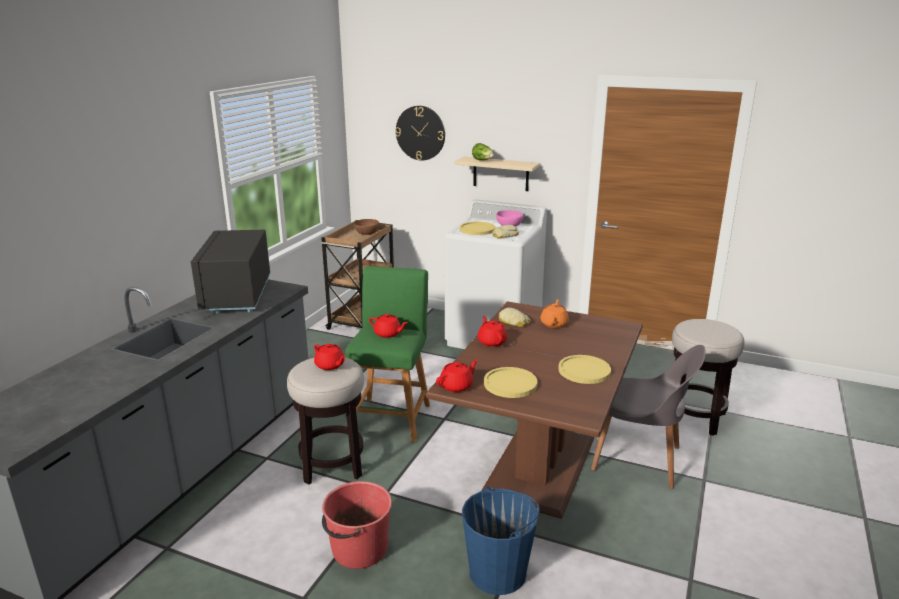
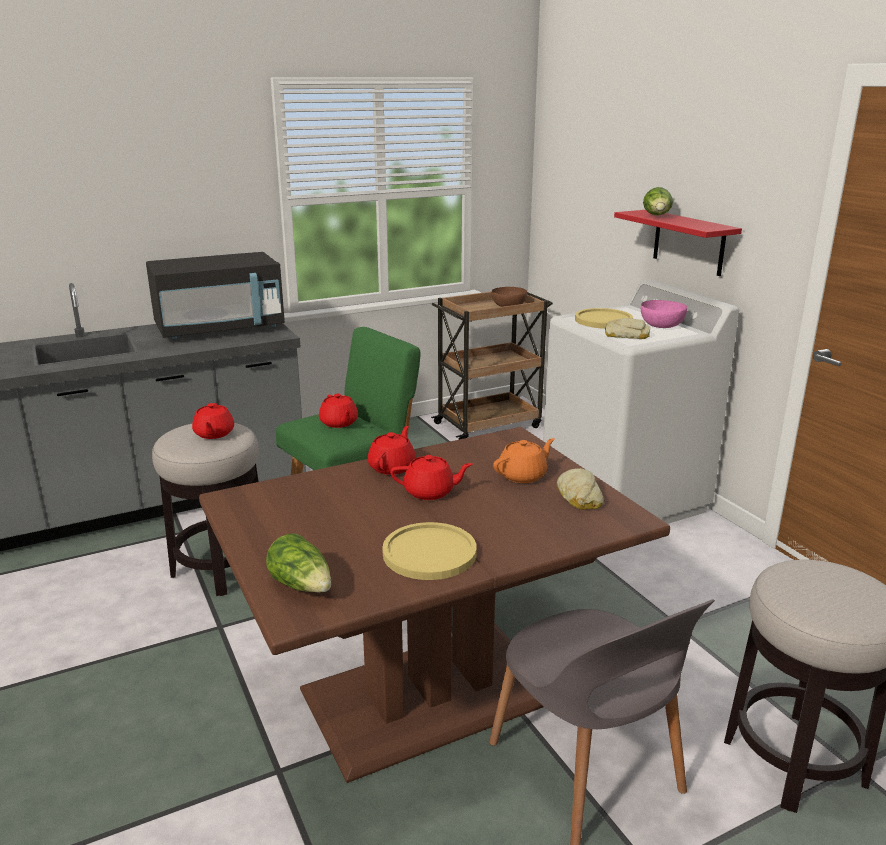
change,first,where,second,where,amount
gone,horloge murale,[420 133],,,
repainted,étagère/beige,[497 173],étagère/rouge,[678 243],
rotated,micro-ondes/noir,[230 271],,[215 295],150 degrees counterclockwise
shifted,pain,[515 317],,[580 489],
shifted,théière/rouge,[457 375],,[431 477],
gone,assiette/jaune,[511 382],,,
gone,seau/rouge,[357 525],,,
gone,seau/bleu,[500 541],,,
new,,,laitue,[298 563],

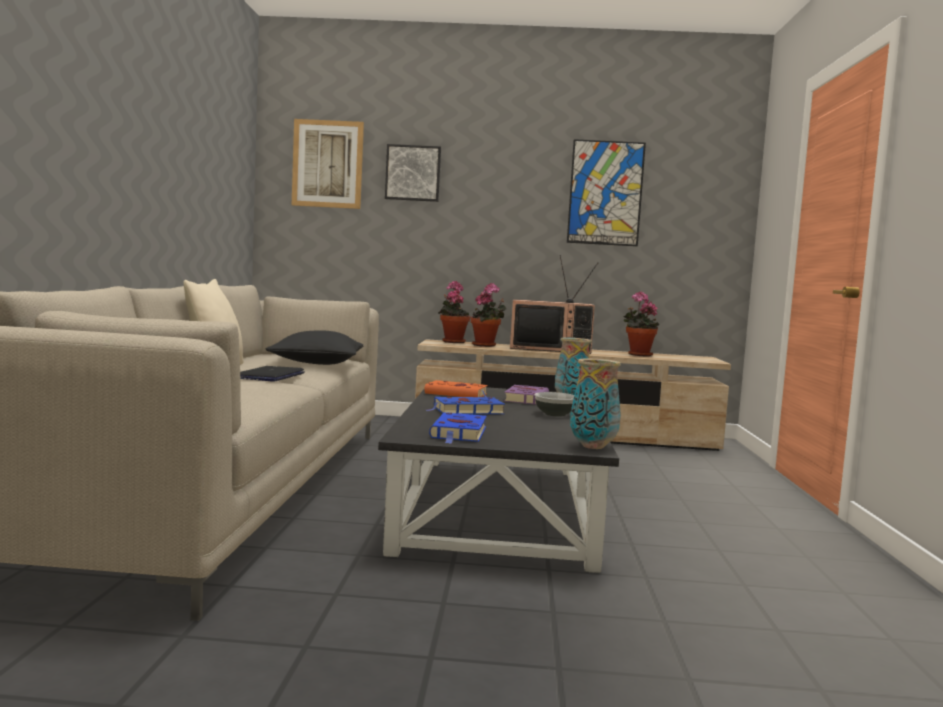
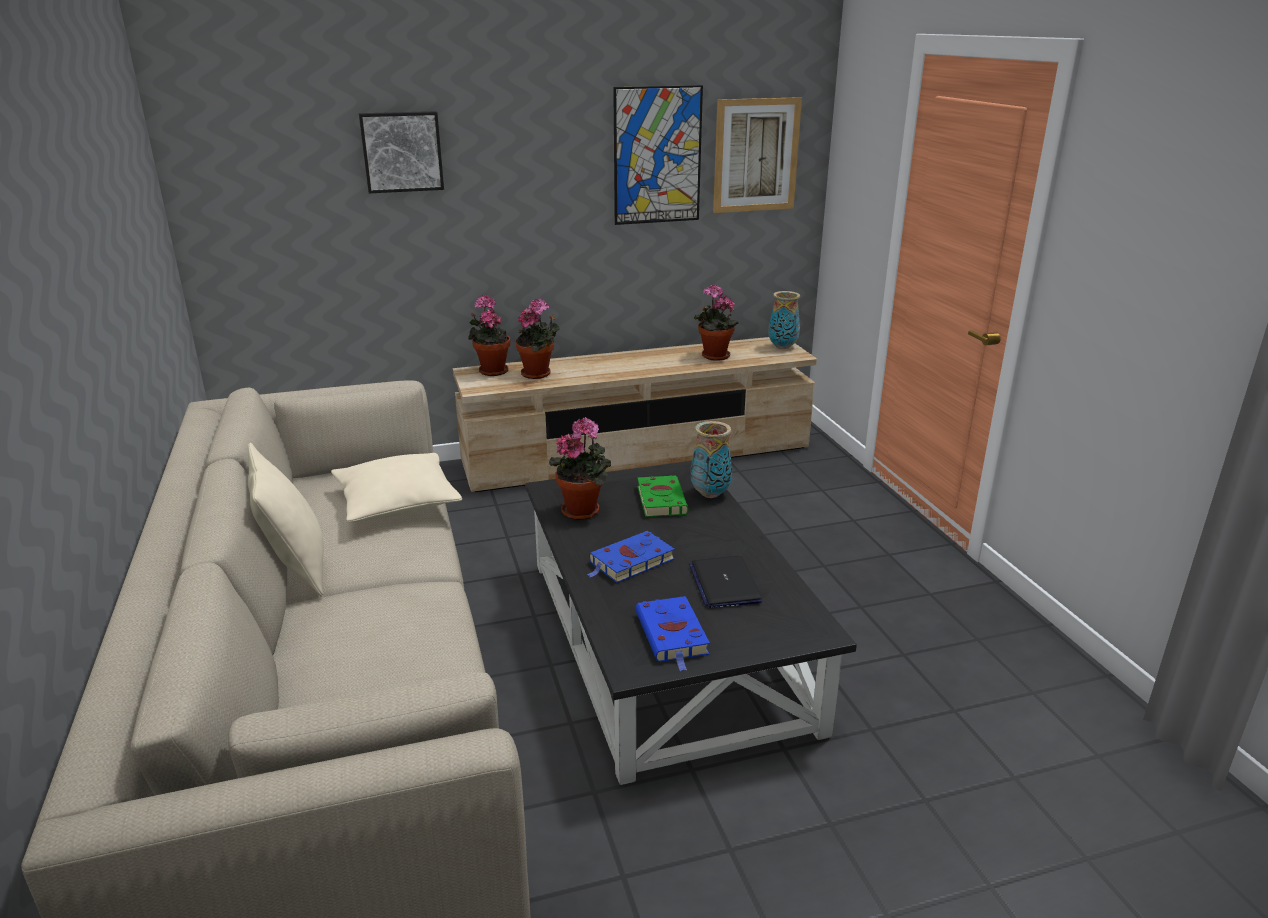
change,first,where,second,where,amount
shifted,tableau,[328 164],,[757 155],
gone,téléviseur,[554 304],,,
repainted,coussin/noir,[314 347],coussin/beige,[396 487],
shifted,vase,[595 403],,[784 320],
shifted,ordinateur portable,[272 374],,[725 582],
swapped,livre/orange,[456 388],plante en pot,[580 468],
repainted,livre/violet,[526 395],livre/vert,[663 496],
gone,bol,[554 404],,,

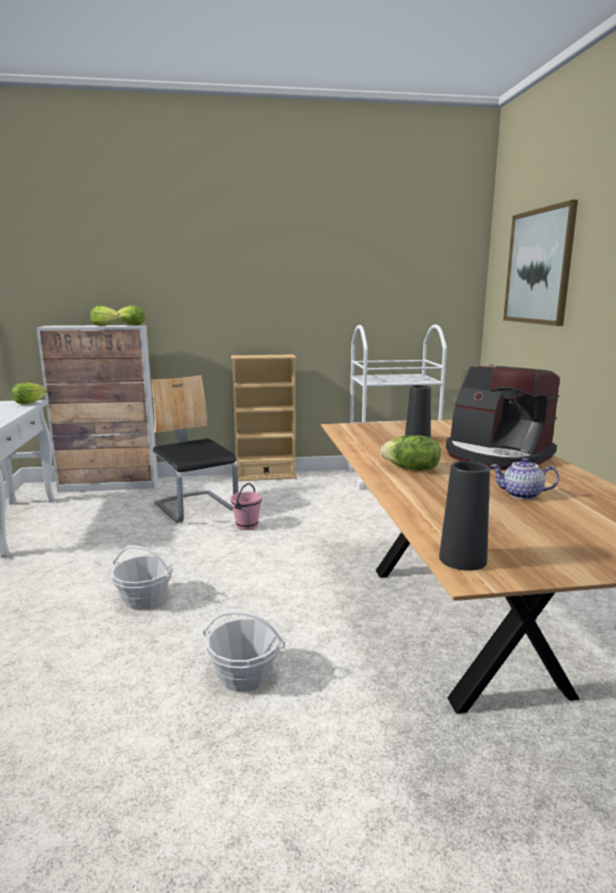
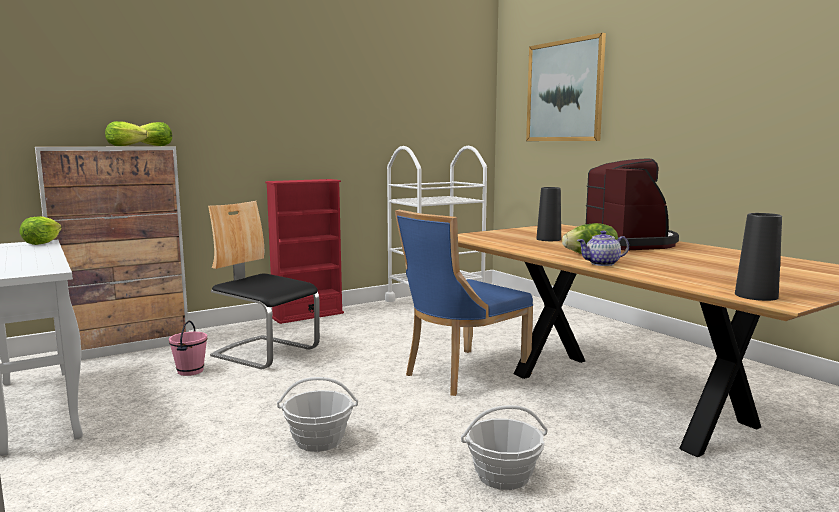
change,first,where,second,where,amount
repainted,bibliothèque/beige,[264 417],bibliothèque/rouge,[304 251],
rotated,machine à café,[503 418],,[632 204],120 degrees counterclockwise
shifted,théière,[525 479],,[603 248],
shifted,seau/rose,[246 506],,[188 348],
new,,,chaise/bleu,[464 303],

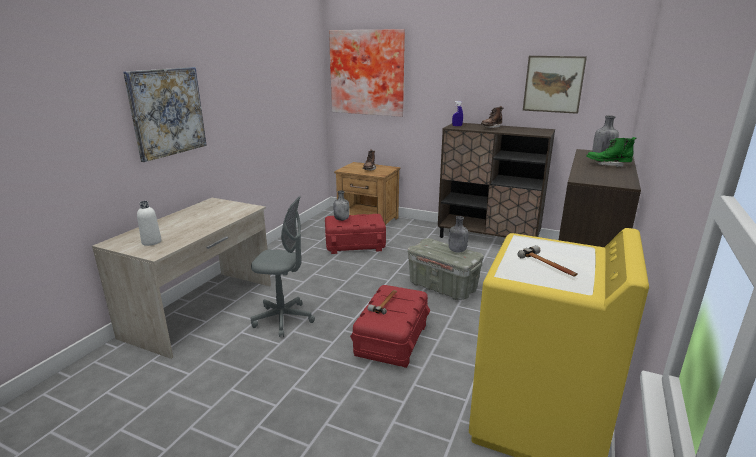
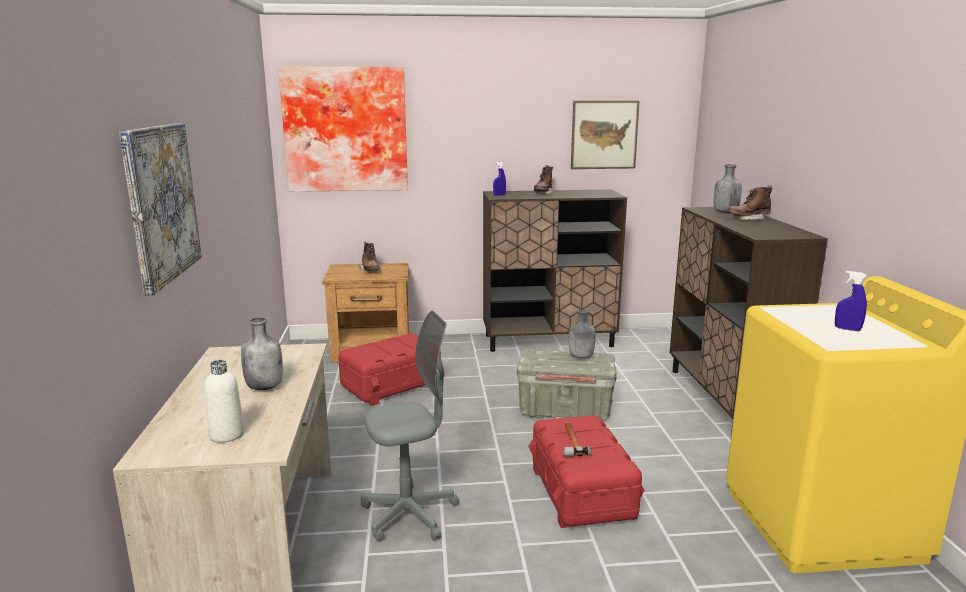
change,first,where,second,where,amount
repainted,botte/vert,[611 152],botte/marron,[750 202],
shifted,bouteille/gris,[341 206],,[262 353],
swapped,marteau,[548 260],vaporisateur/bleu,[851 301],

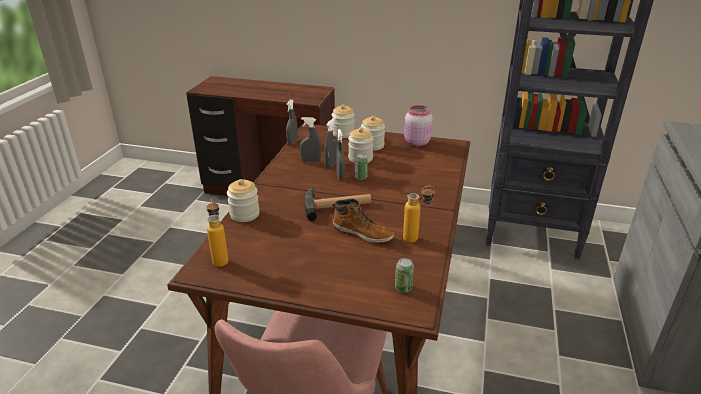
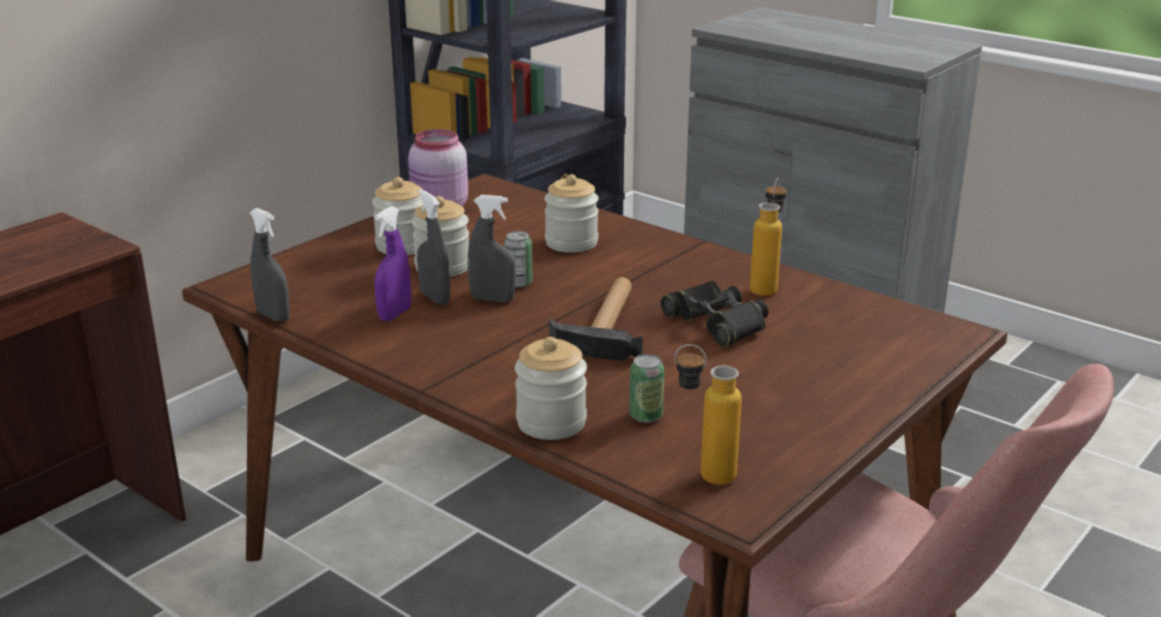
change,first,where,second,where,amount
shifted,bocal,[343 121],,[571 213],
repainted,vaporisateur/gris,[310 139],vaporisateur/violet,[393 263],
swapped,botte,[363 220],jumelles/noir,[714 314],
shifted,boîte métallique,[404 275],,[646 388],

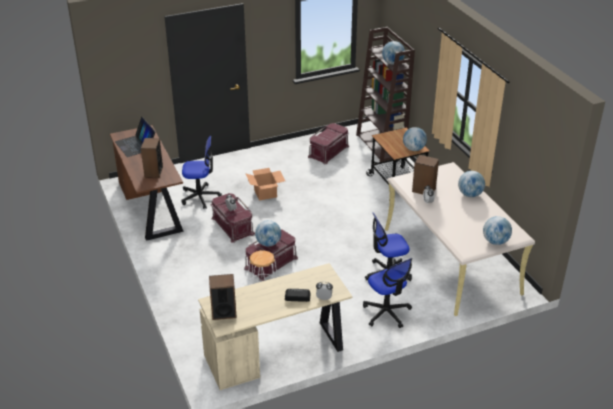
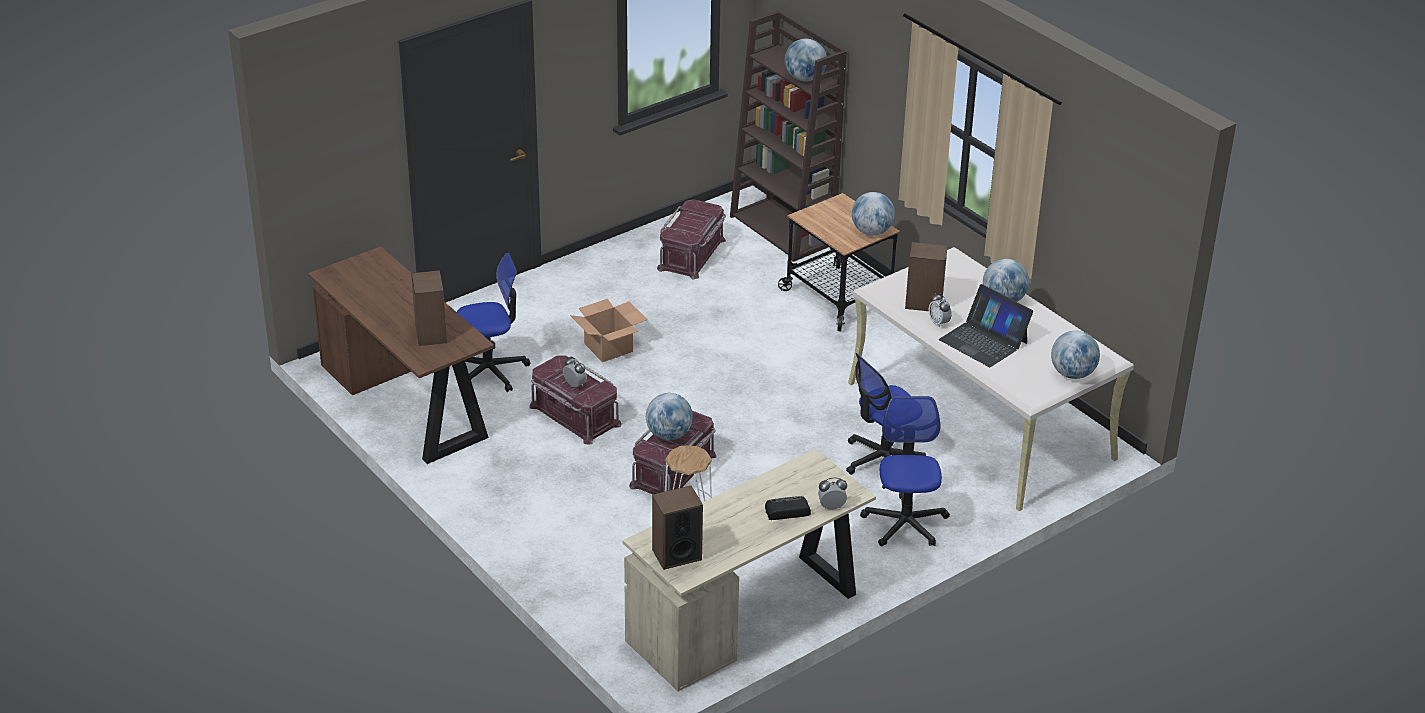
change,first,where,second,where,amount
shifted,ordinateur portable,[135 137],,[986 325],
rotated,chaise de bureau,[387 293],,[905 471],135 degrees counterclockwise

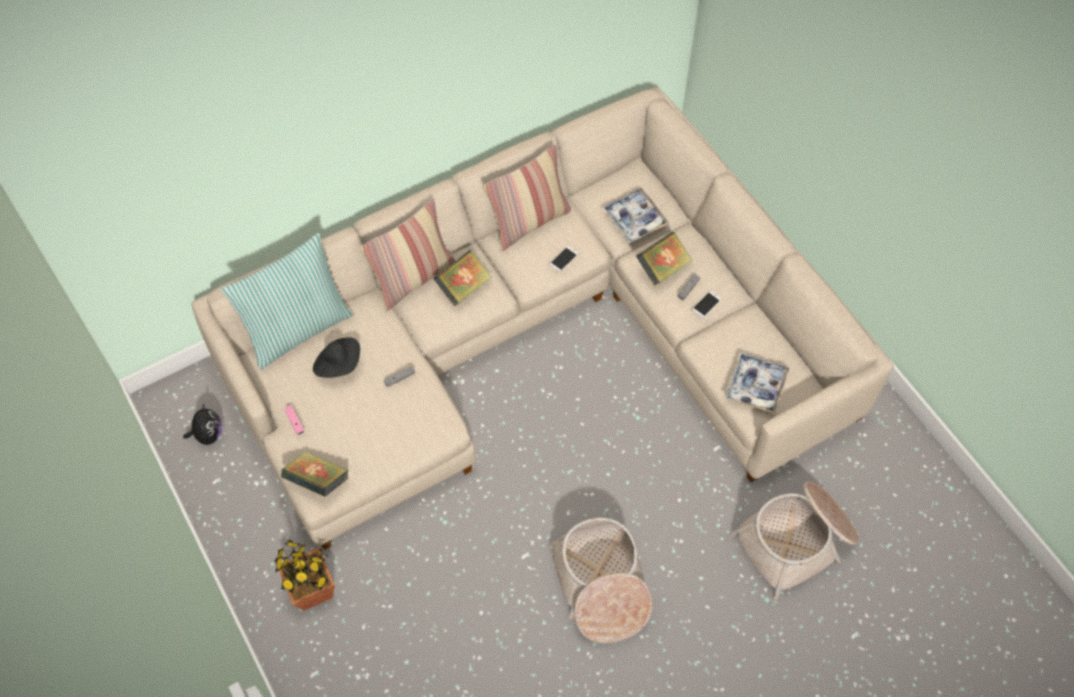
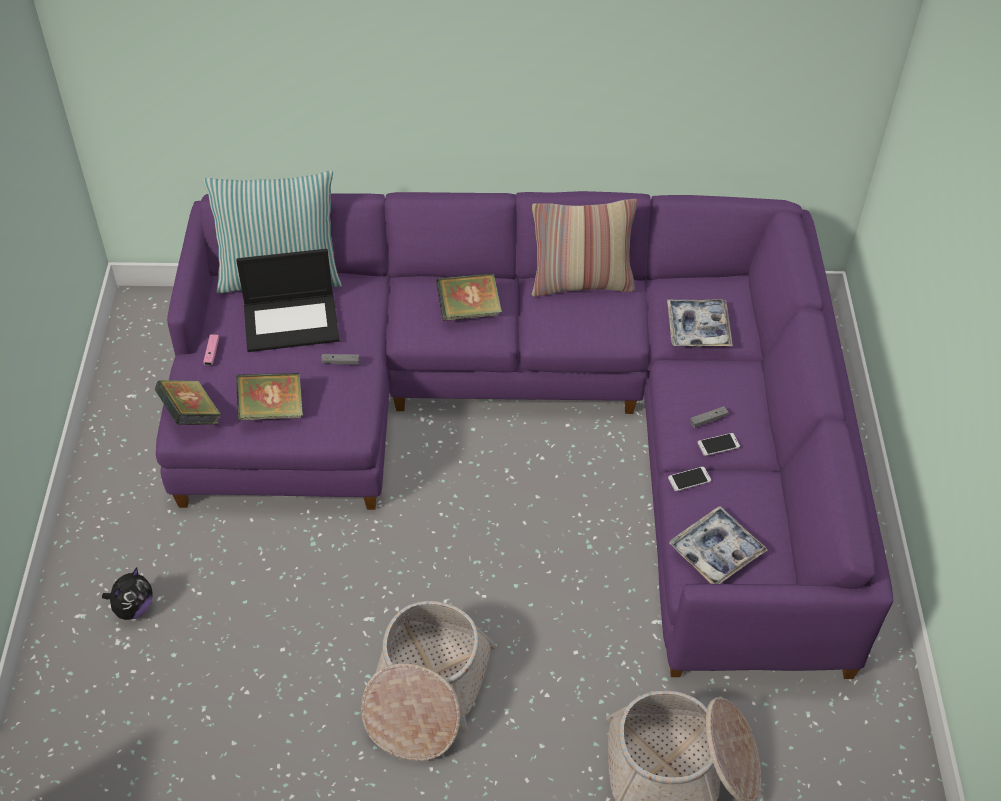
change,first,where,second,where,amount
repainted,canapé/beige,[543 318],canapé/violet,[524 435],
gone,coussin,[407 255],,,
shifted,livre,[664 258],,[269 396],
shifted,téléphone,[563 259],,[689 479],
swapped,chapeau/noir,[336 357],ordinateur portable,[288 300],
shifted,peluche,[202 424],,[127 594],
gone,plante en pot,[305 575],,,

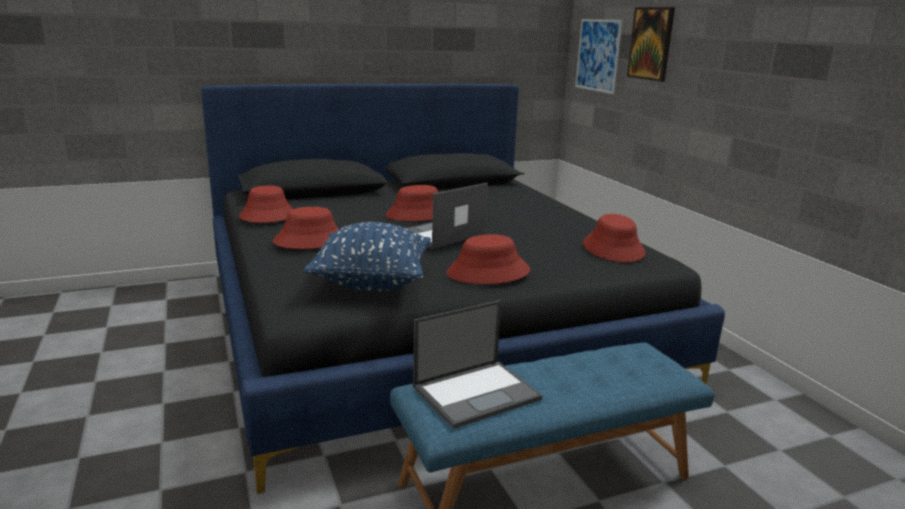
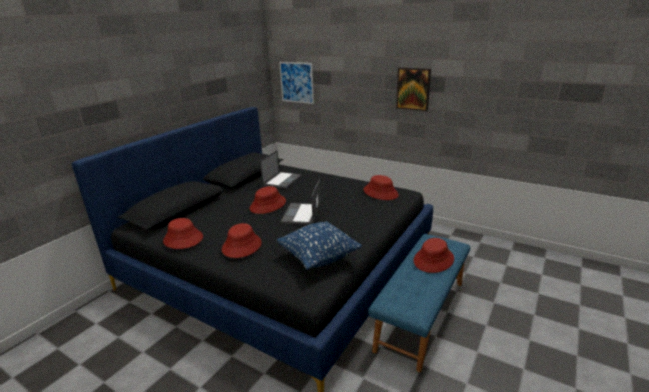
change,first,where,second,where,amount
shifted,tableau,[651 44],,[413 89],
shifted,chapeau/rouge,[488 259],,[434 255],
shifted,ordinateur portable,[477 364],,[281 169],

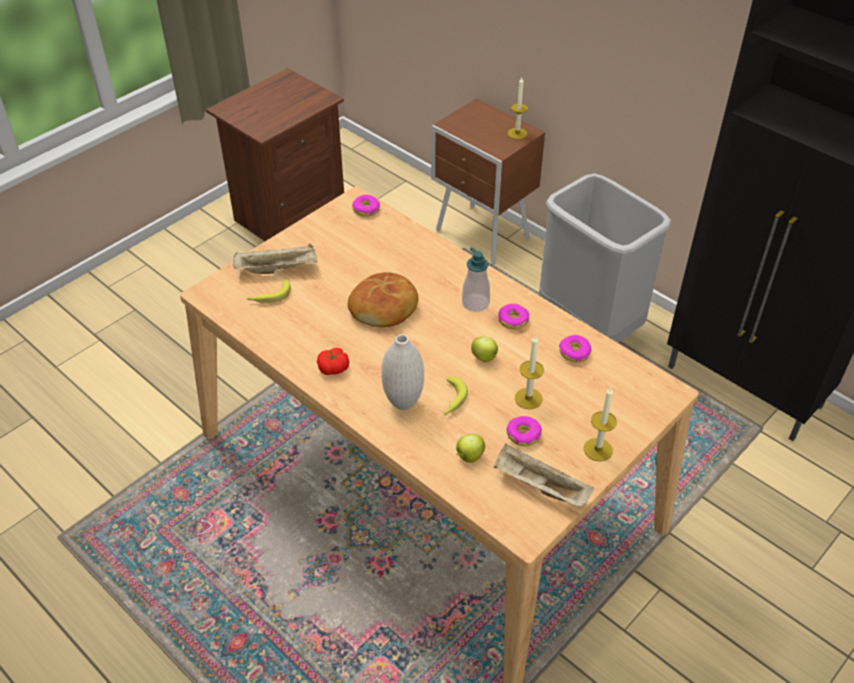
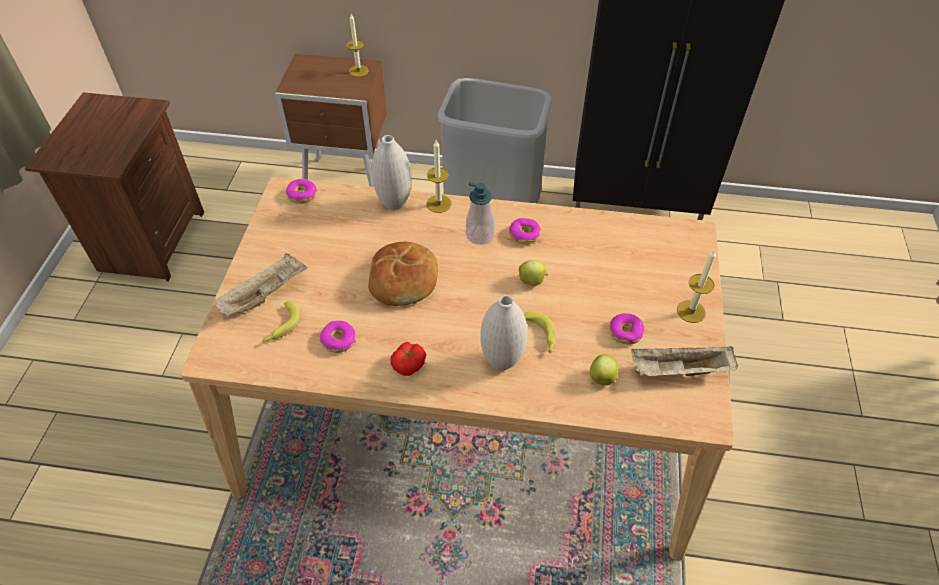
change,first,where,second,where,amount
shifted,beignet,[575 349],,[338 337],
shifted,bougie,[529 372],,[438 176],
new,,,vase/blanc,[391 172],

